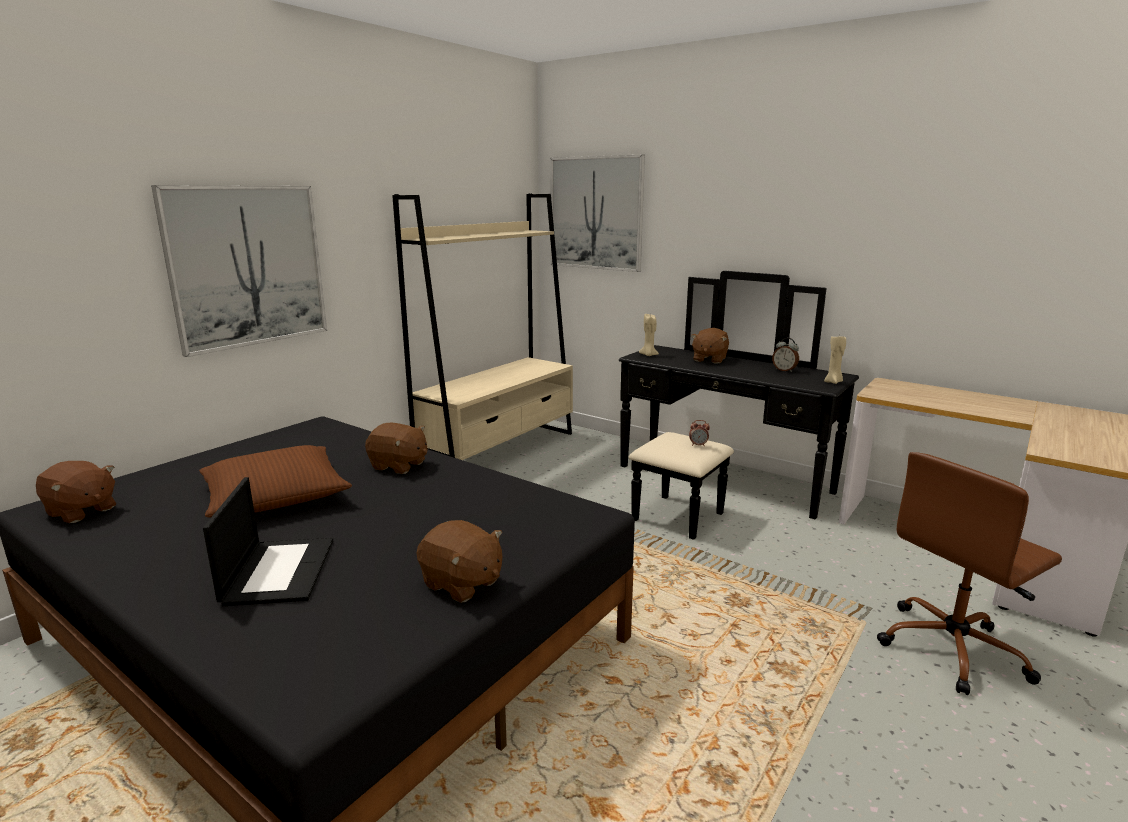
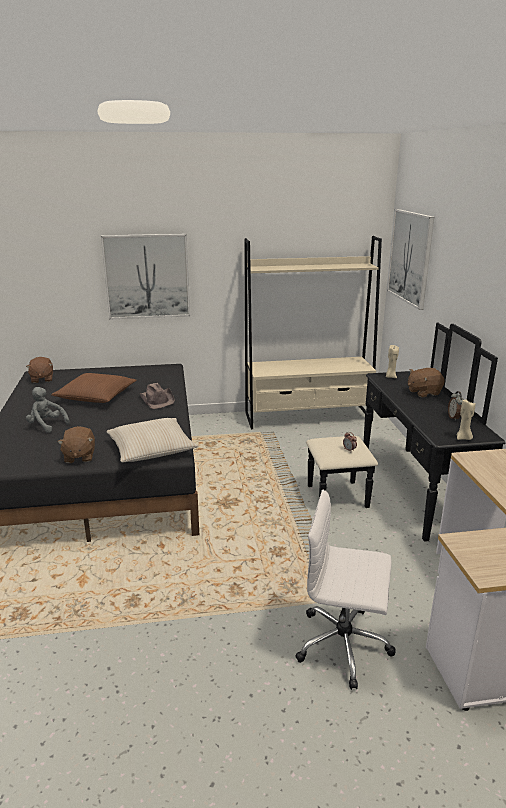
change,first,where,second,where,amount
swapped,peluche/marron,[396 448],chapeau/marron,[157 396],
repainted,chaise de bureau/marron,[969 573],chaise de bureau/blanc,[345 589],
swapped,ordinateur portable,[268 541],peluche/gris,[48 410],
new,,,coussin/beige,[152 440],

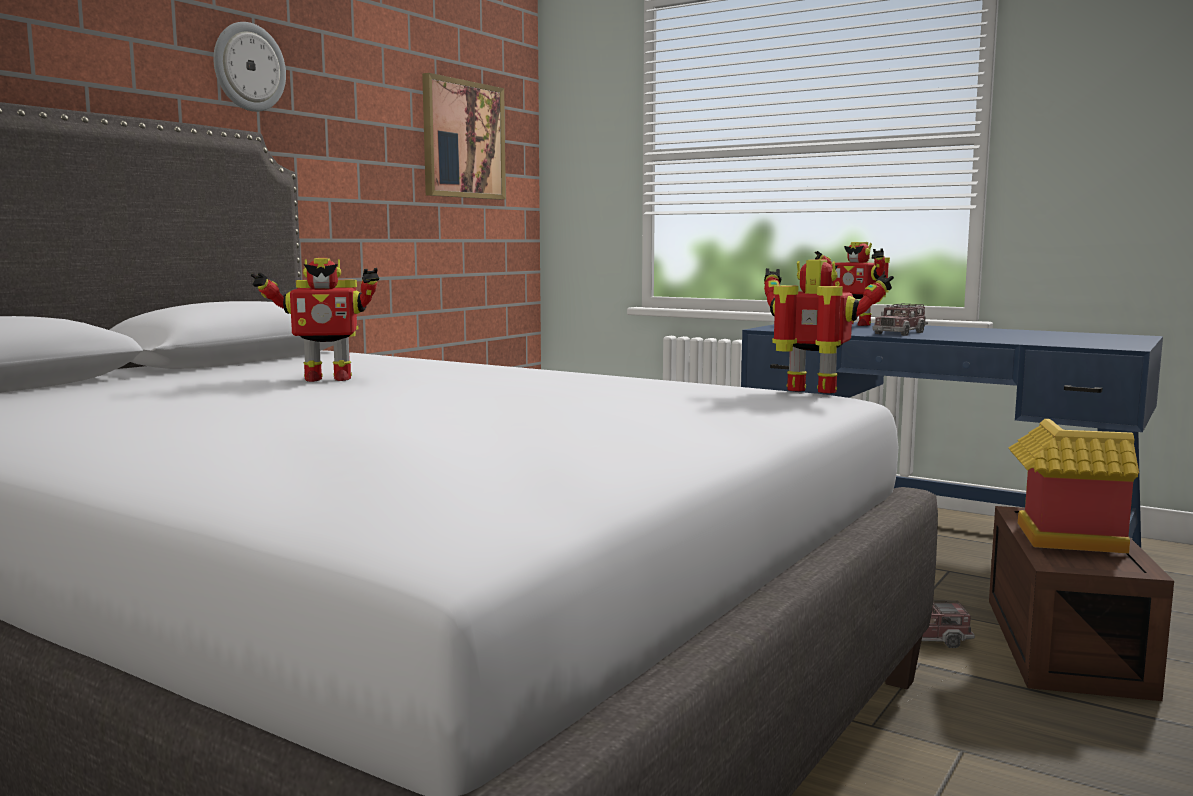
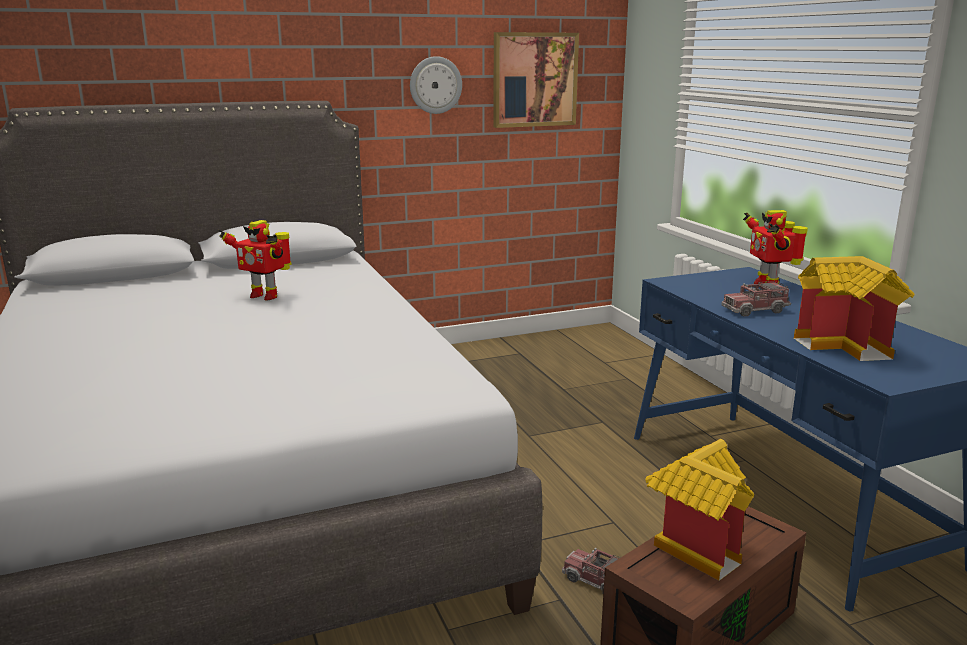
change,first,where,second,where,amount
shifted,horloge murale,[249 67],,[436 85],
gone,robot jouet,[829 326],,,
new,,,maison miniature,[854 308],

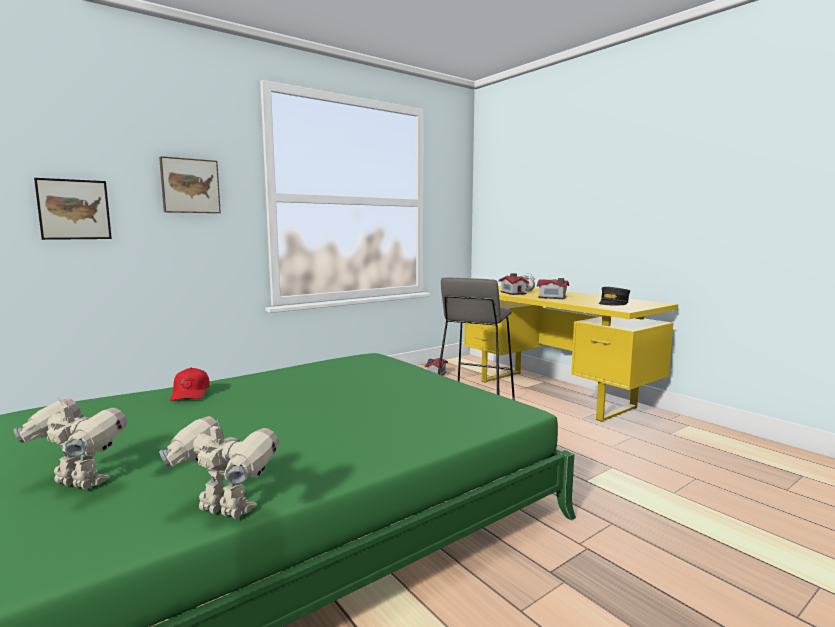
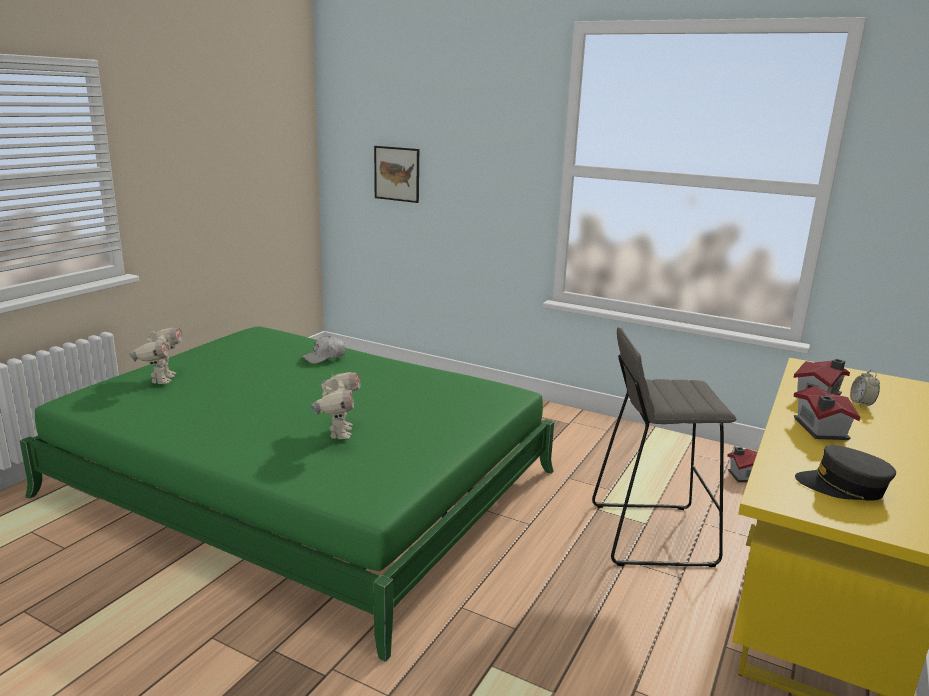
change,first,where,second,where,amount
gone,tableau,[190 184],,,
repainted,casquette/rouge,[190 384],casquette/blanc,[323 350],
shifted,robot jouet,[219 467],,[336 405],

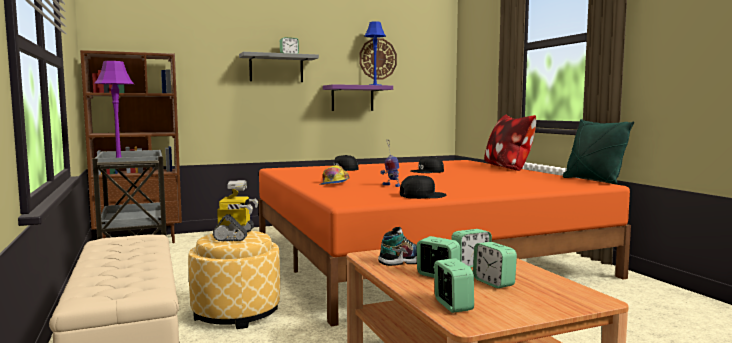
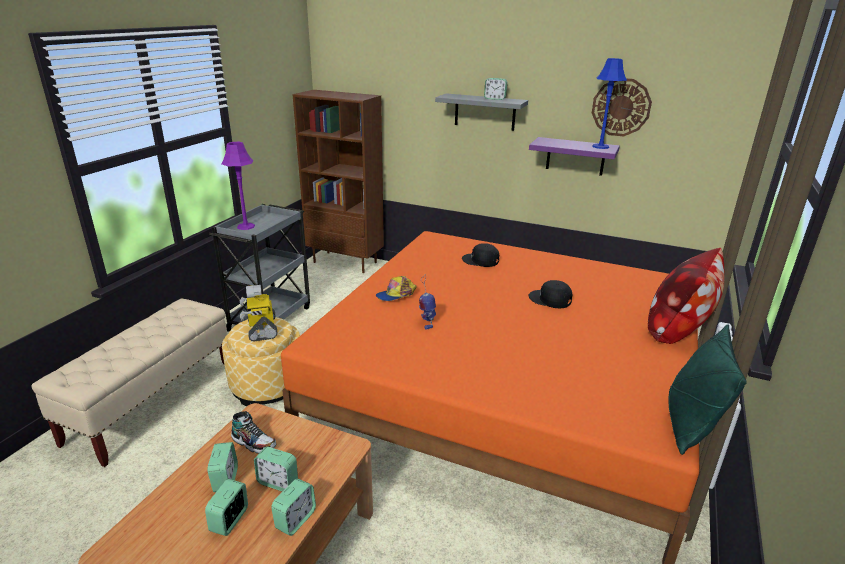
change,first,where,second,where,amount
gone,casquette/noir,[423 187],,,
rotated,robot jouet,[236 210],,[259 313],120 degrees clockwise
shifted,réveil,[454 285],,[293 507],

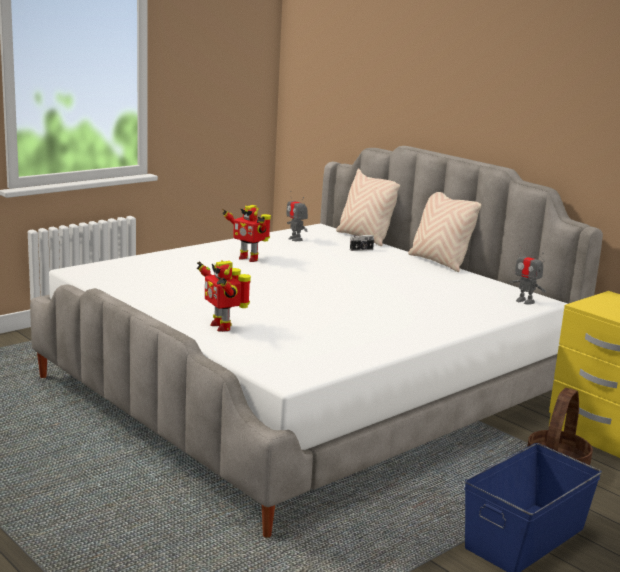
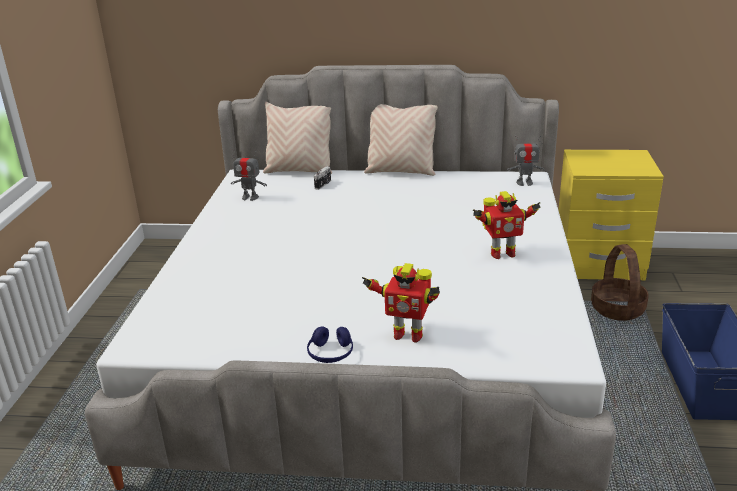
change,first,where,second,where,amount
shifted,robot jouet,[246 233],,[507 225],
new,,,casque audio/bleu,[330 344],

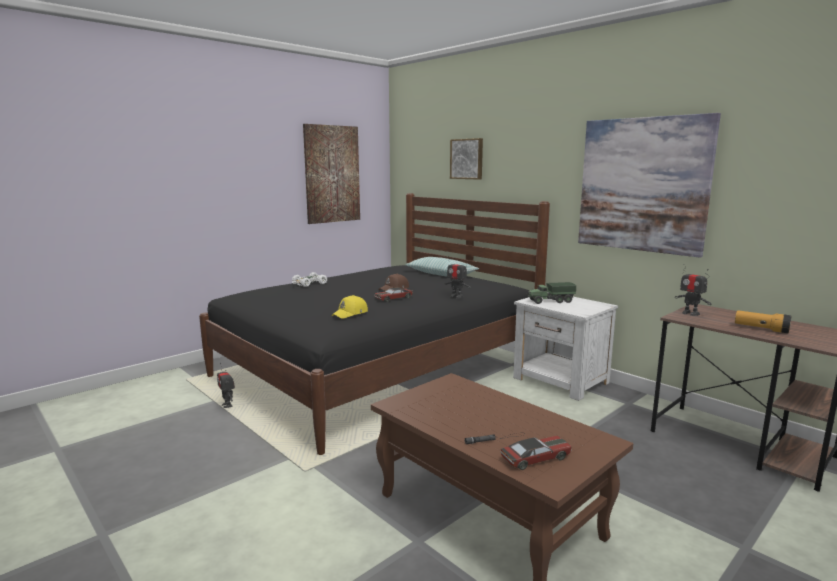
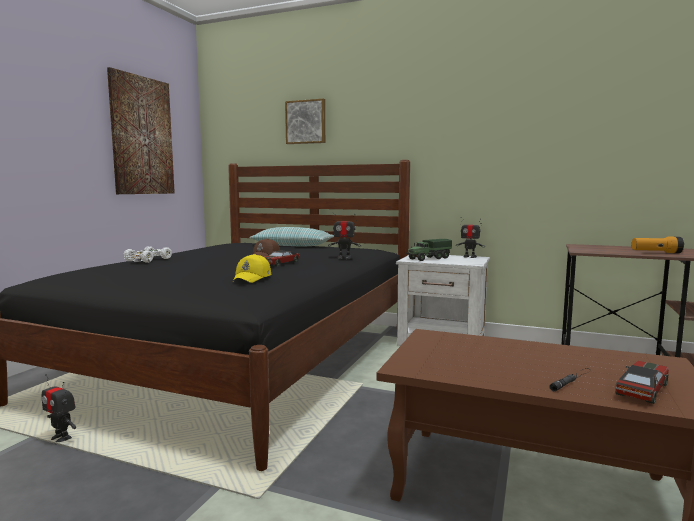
change,first,where,second,where,amount
gone,tableau,[649 185],,,
shifted,robot jouet,[692 290],,[471 237],

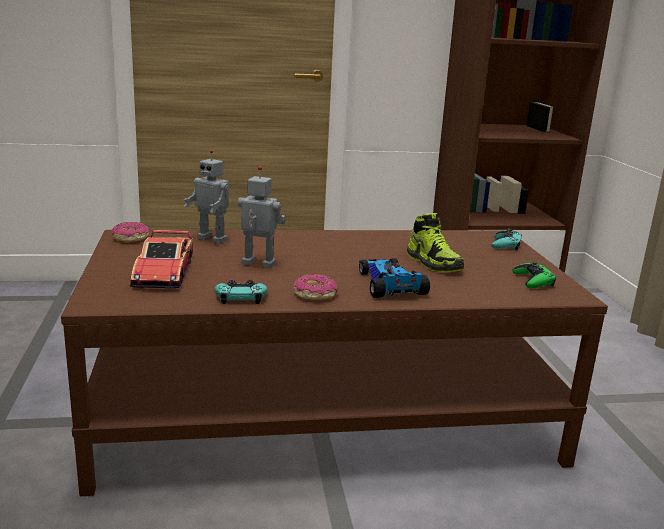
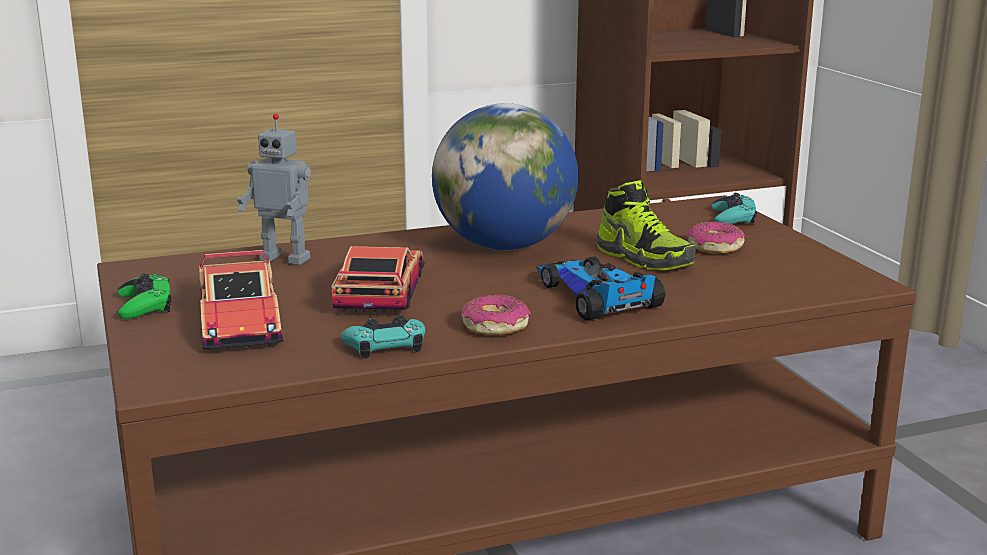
change,first,where,second,where,amount
swapped,robot jouet,[261 217],petite voiture,[378 279],
shifted,beignet,[130 232],,[716 237],
shifted,manette/vert,[534 275],,[144 296],
new,,,globe,[505 176],

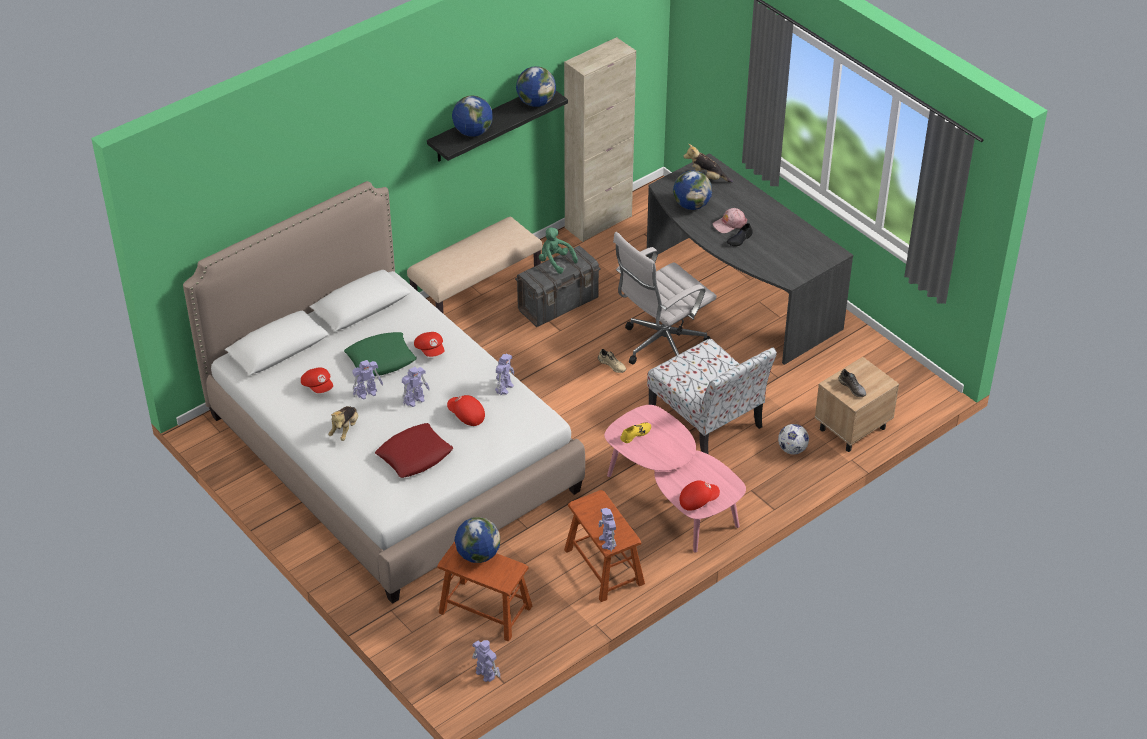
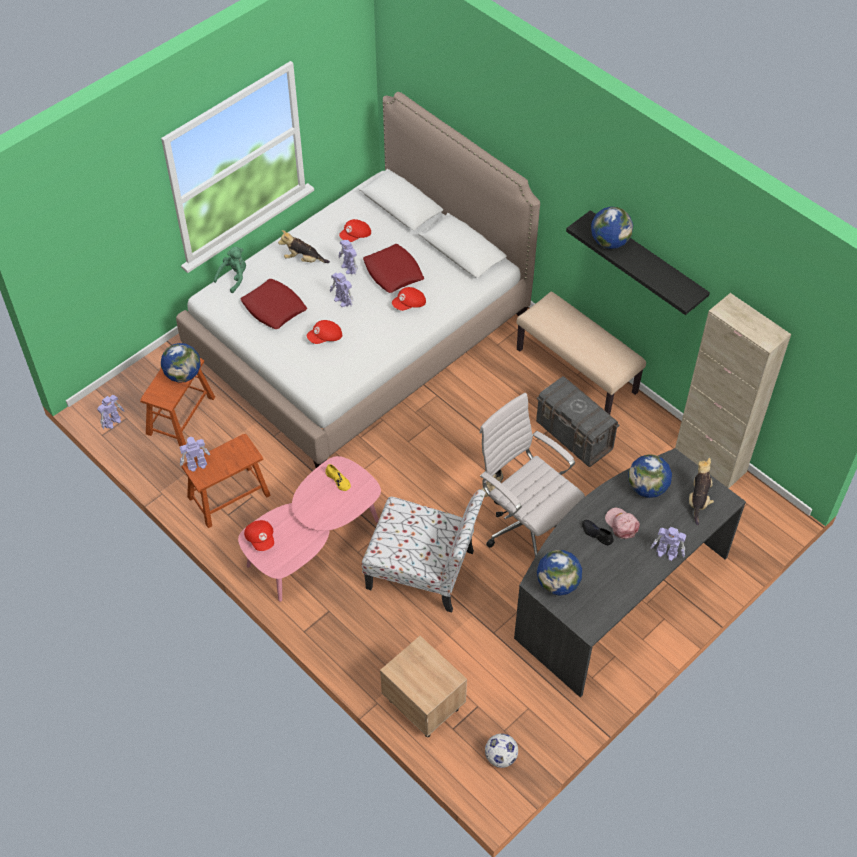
change,first,where,second,where,amount
shifted,globe,[536 86],,[559 573],
shifted,peluche/vert,[558 250],,[230 270],
repainted,coussin/vert,[380 354],coussin/rouge,[393 268],
rotated,chaise,[712 397],,[424 550],120 degrees counterclockwise
shifted,robot jouet,[504 374],,[668 544],
gone,chaussure/gris,[852 383],,,
rotated,casquette/rouge,[466 410],,[324 332],150 degrees counterclockwise
shifted,ballon de foot,[793 439],,[501 750],

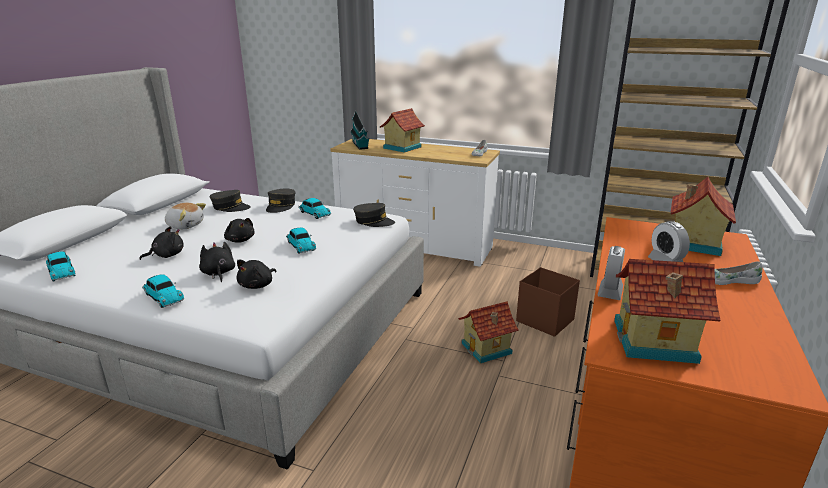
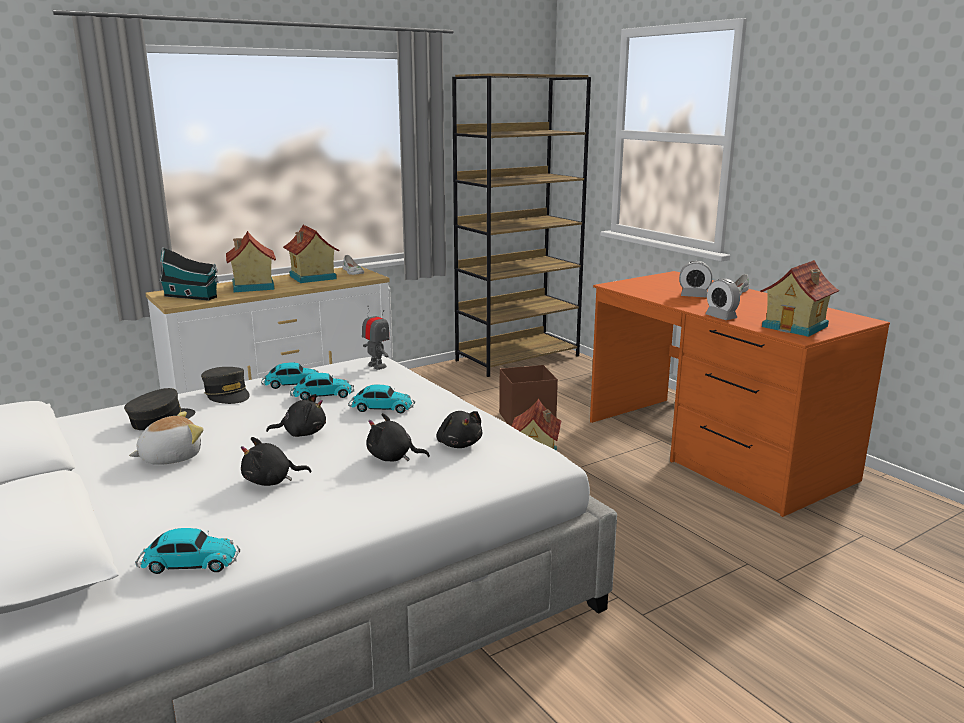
change,first,where,second,where,amount
shifted,maison miniature,[703 216],,[311 254],
swapped,casquette/gris,[374 215],robot jouet,[375 338],
rotated,peluche/noir,[161 243],,[276 461],105 degrees counterclockwise
shifted,petite voiture,[163 291],,[322 386],

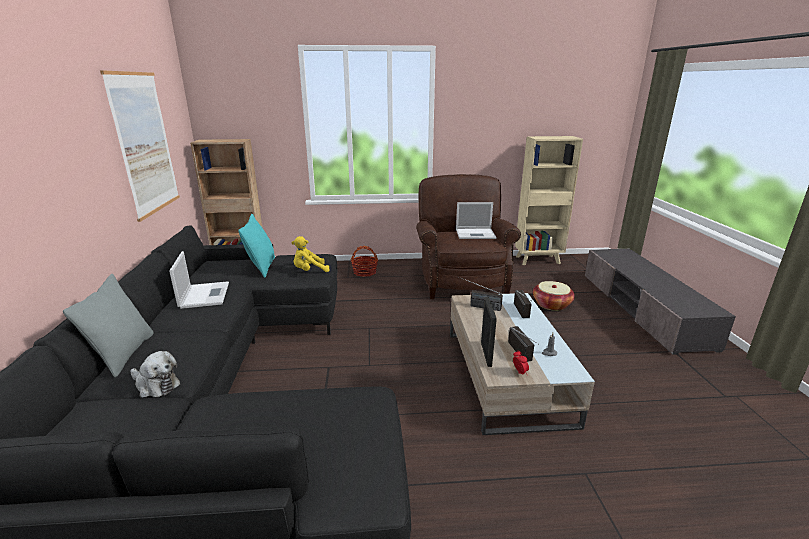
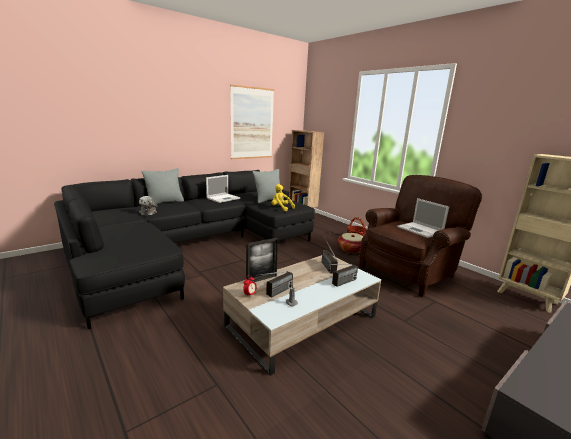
change,first,where,second,where,amount
repainted,coussin/turquoise,[256 246],coussin/gris,[268 186],
shifted,panier,[554 296],,[350 243],

